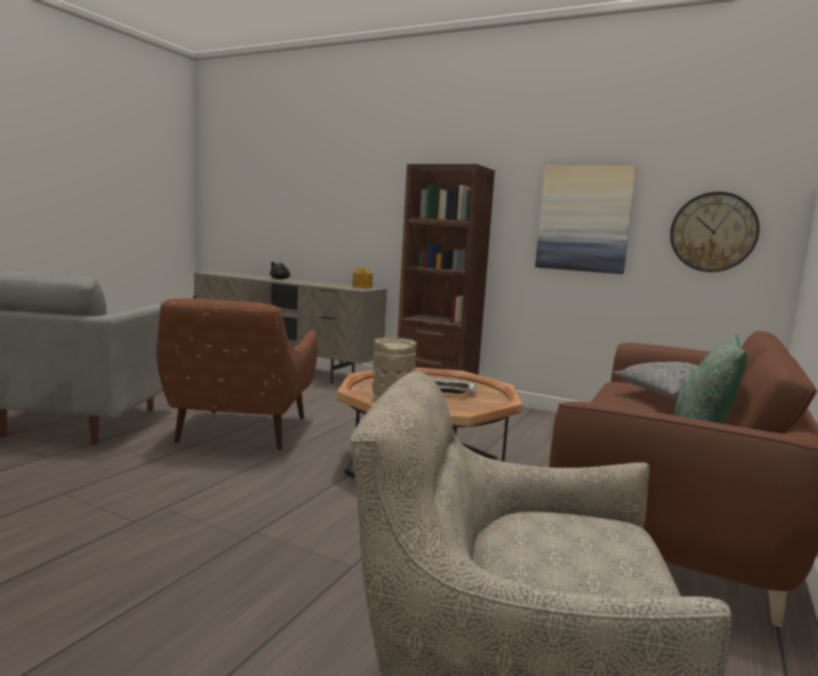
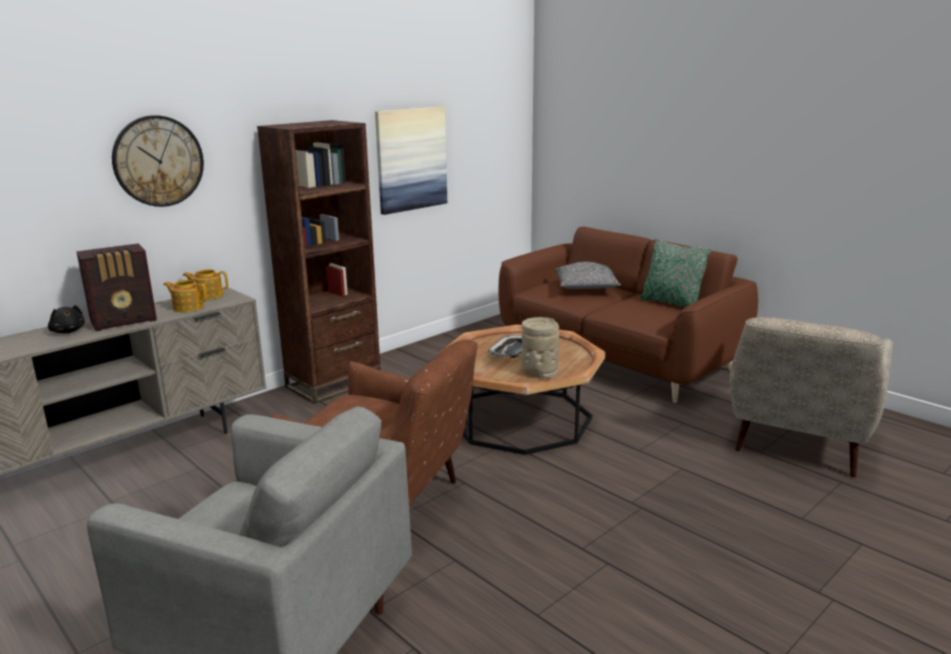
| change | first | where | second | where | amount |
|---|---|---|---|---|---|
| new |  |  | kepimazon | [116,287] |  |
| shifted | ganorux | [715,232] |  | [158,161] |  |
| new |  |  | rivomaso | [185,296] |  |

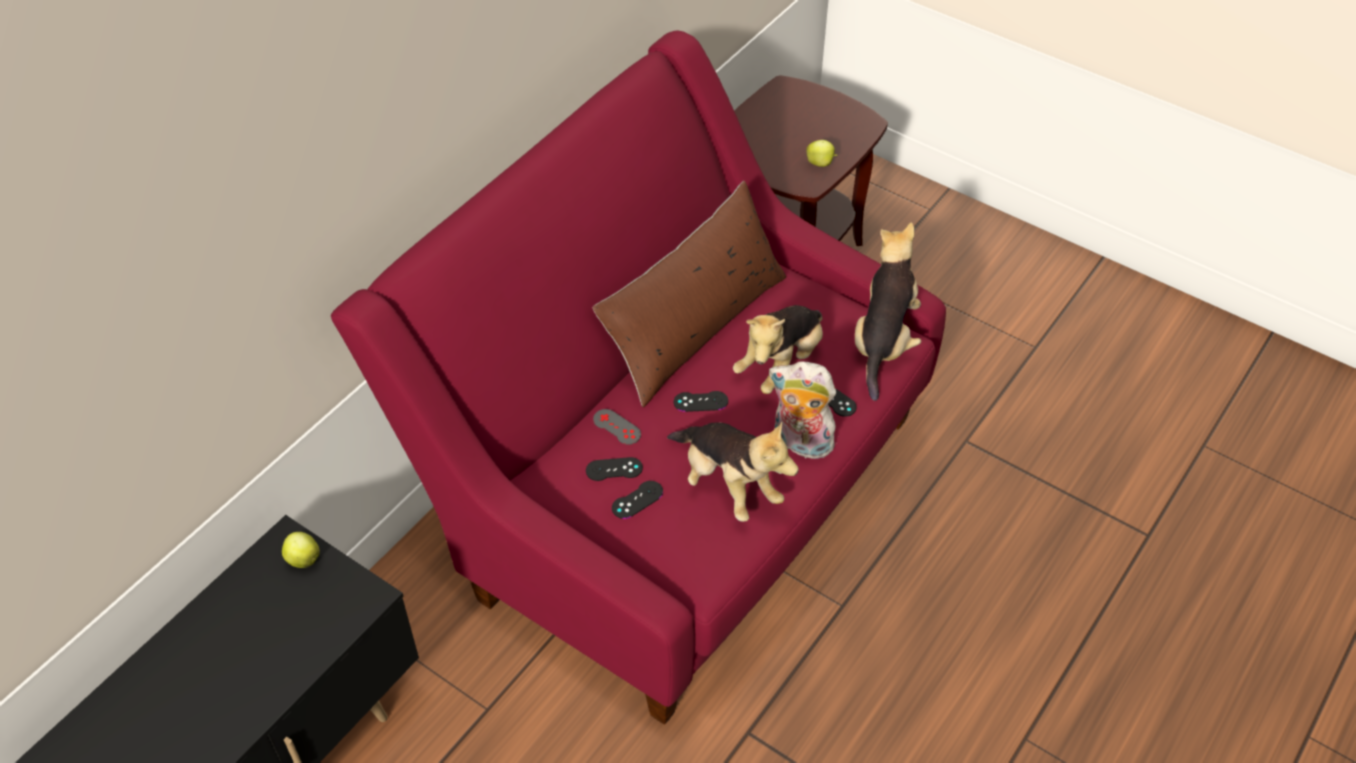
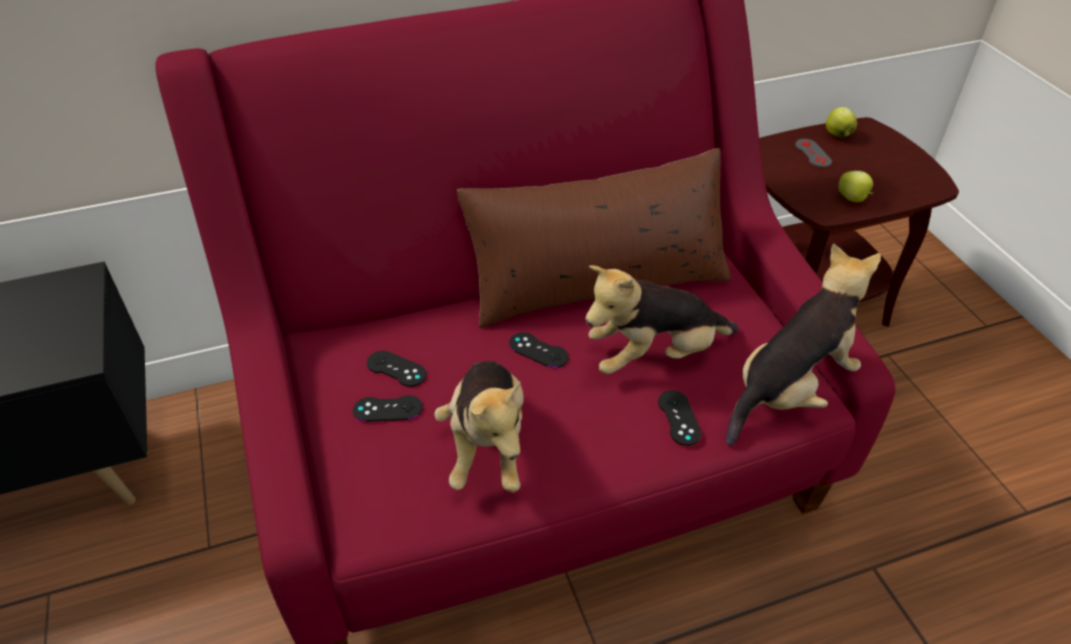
| change | first | where | second | where | amount |
|---|---|---|---|---|---|
| shifted | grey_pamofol | [617,427] |  | [813,153] |  |
| shifted | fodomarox | [301,550] |  | [841,122] |  |
| gone | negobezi | [804,411] |  |  |  |

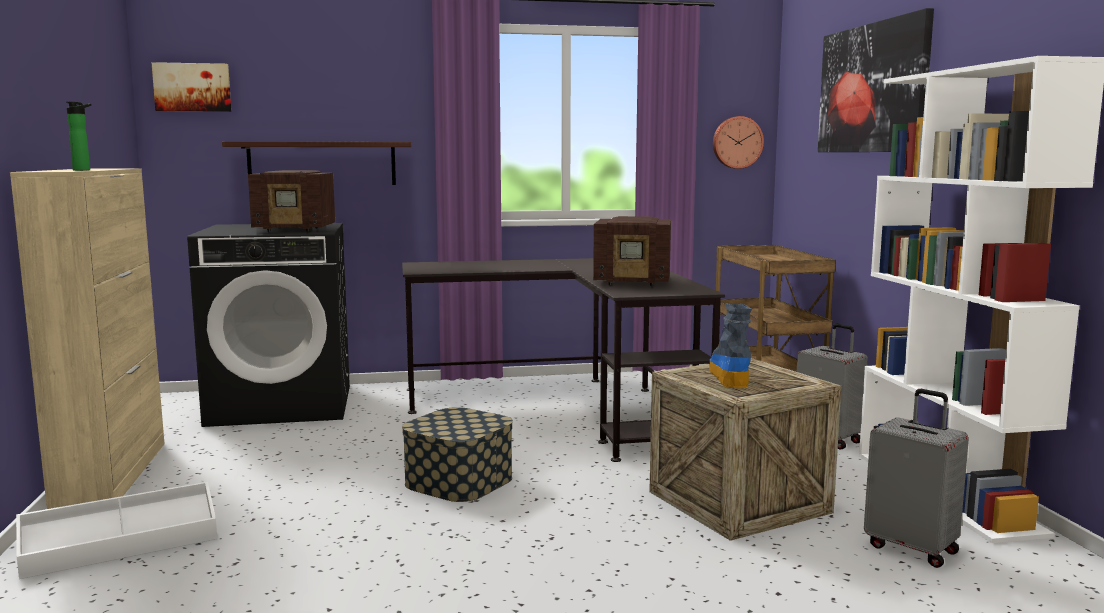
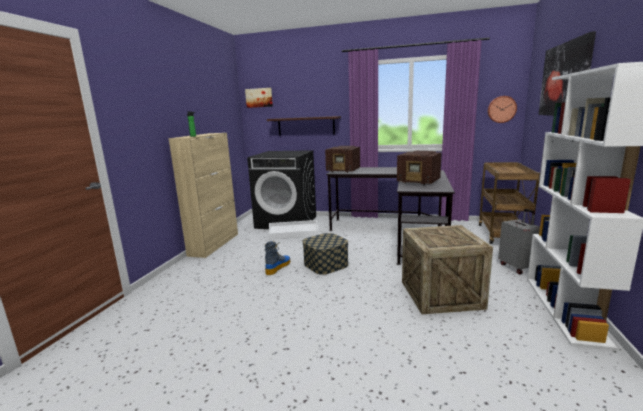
| change | first | where | second | where | amount |
|---|---|---|---|---|---|
| shifted | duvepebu | [730,346] |  | [277,258] |  |
| shifted | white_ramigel | [116,530] |  | [293,230] |  |
| shifted | kepimazon | [291,201] |  | [342,159] |  |
| gone | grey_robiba | [916,478] |  |  |  |

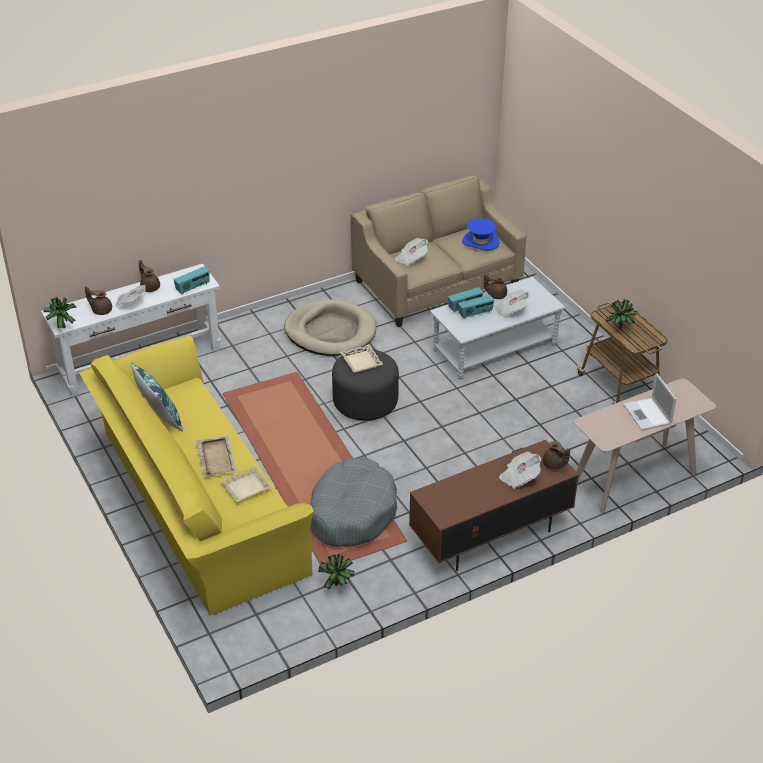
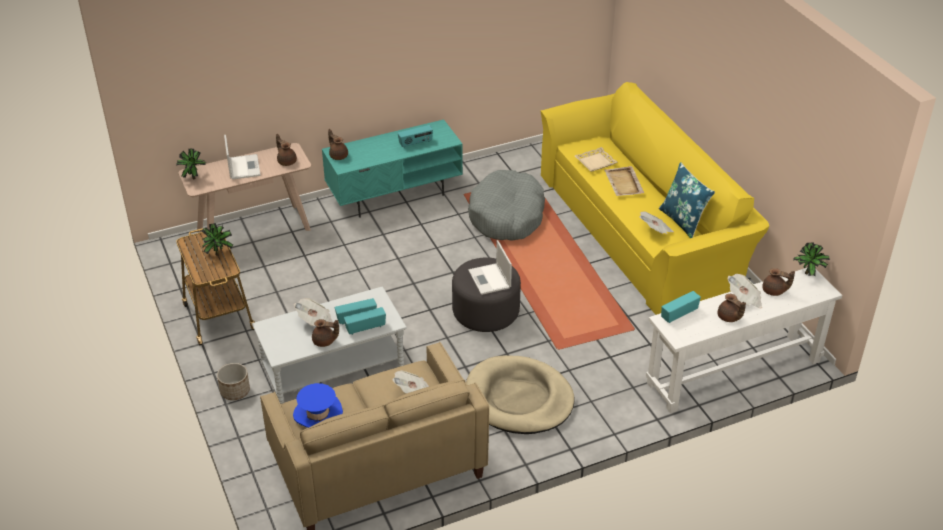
| change | first | where | second | where | amount |
|---|---|---|---|---|---|
| shifted | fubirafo | [336,572] |  | [191,164] |  |
| new |  |  | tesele | [233,381] |  |
| new |  |  | brown_rivomaso | [286,150] |  |
| repainted | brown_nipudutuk | [494,505] | turquoise_nipudutuk | [392,168] |  |
| new |  |  | kepimazon | [415,136] |  |
| swapped | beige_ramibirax | [361,358] | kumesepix | [490,267] |  |
| shifted | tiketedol | [520,470] |  | [656,222] |  |

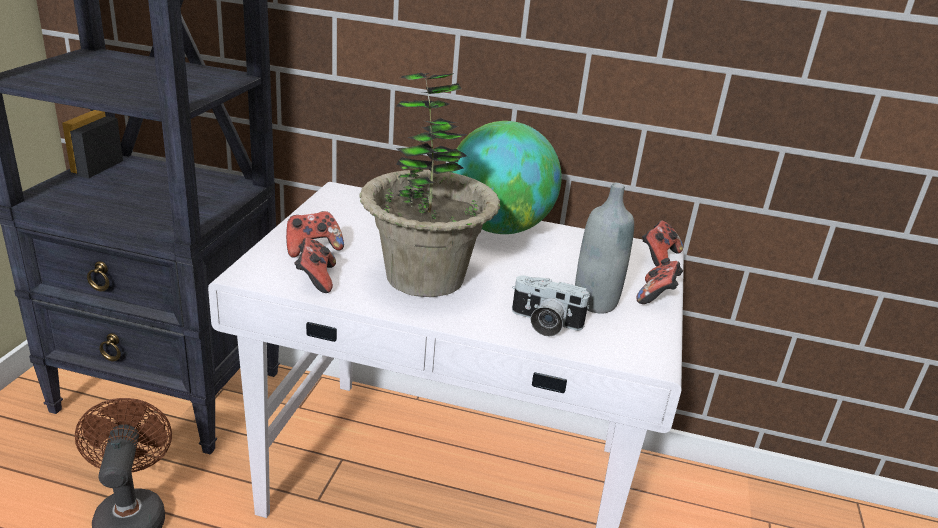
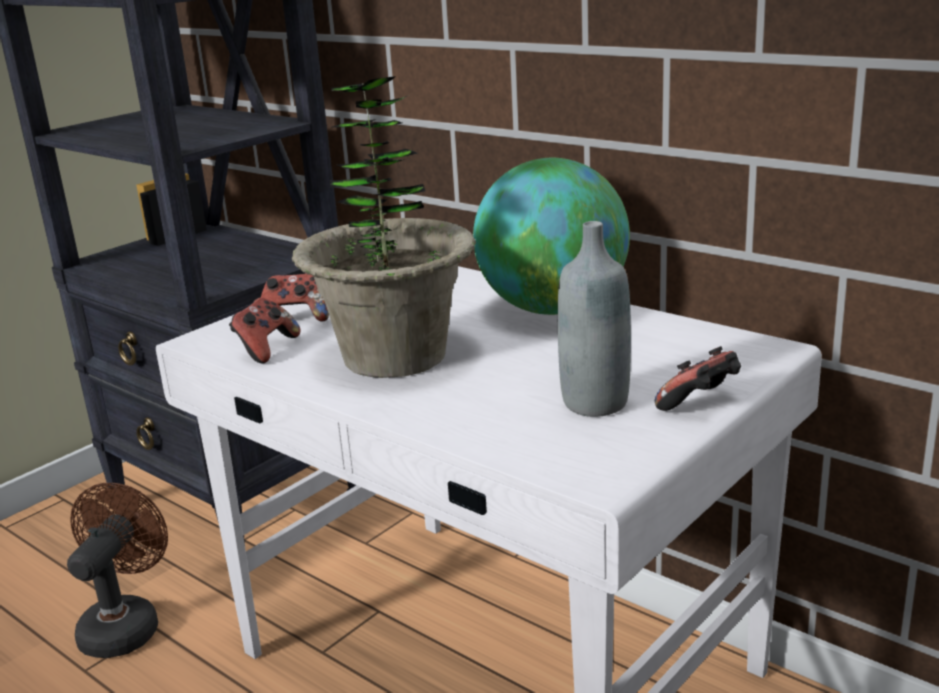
| change | first | where | second | where | amount |
|---|---|---|---|---|---|
| gone | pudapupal | [551,306] |  |  |  |
| gone | pamofol | [662,244] |  |  |  |

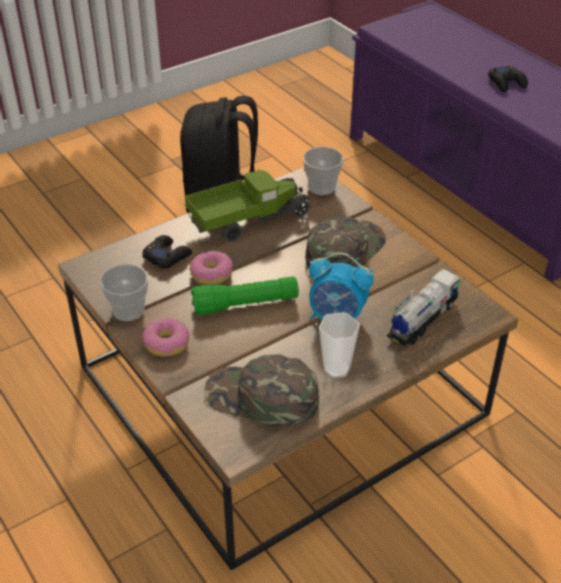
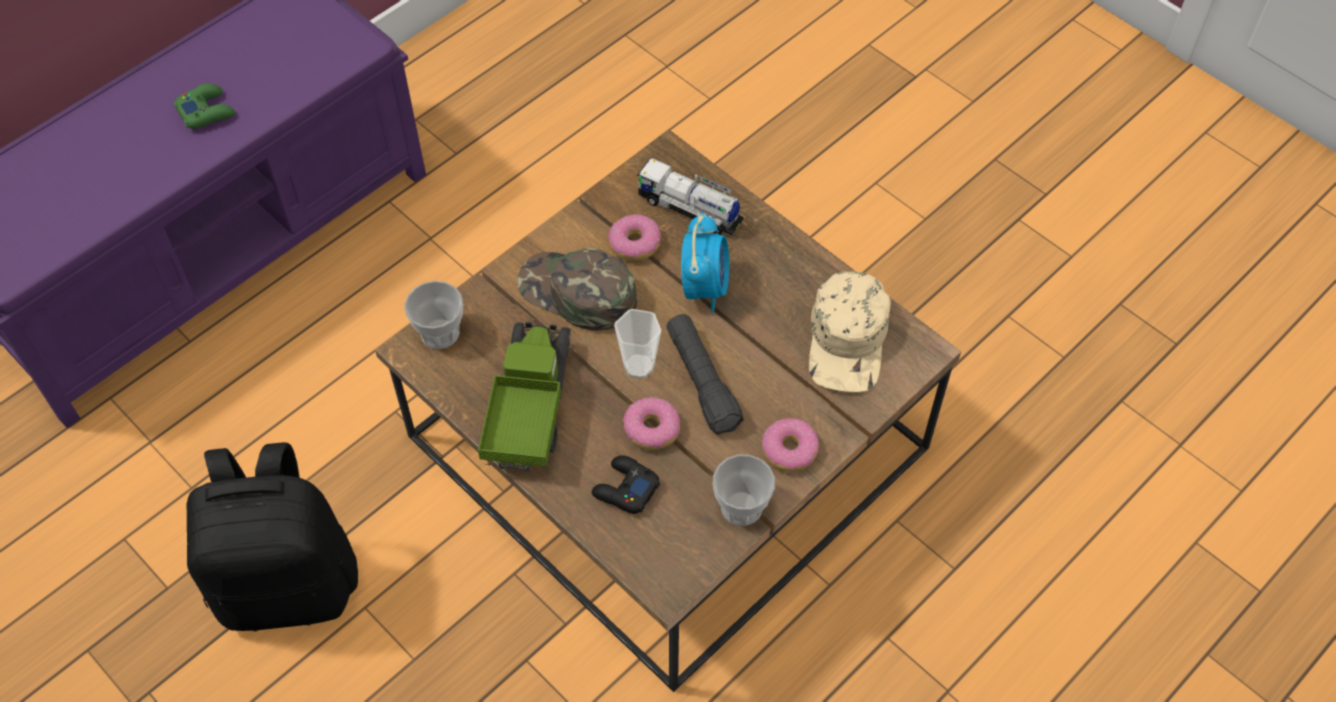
| change | first | where | second | where | amount |
|---|---|---|---|---|---|
| repainted | black_pamofol | [508,79] | green_pamofol | [204,106] |  |
| rotated | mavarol | [248,205] |  | [524,397] | 45 degrees clockwise |
| new |  |  | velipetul | [634,237] |  |
| shifted | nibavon | [339,345] |  | [637,344] |  |
| repainted | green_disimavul | [245,295] | black_disimavul | [705,374] |  |
| repainted | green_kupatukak | [261,391] | beige_kupatukak | [850,332] |  |

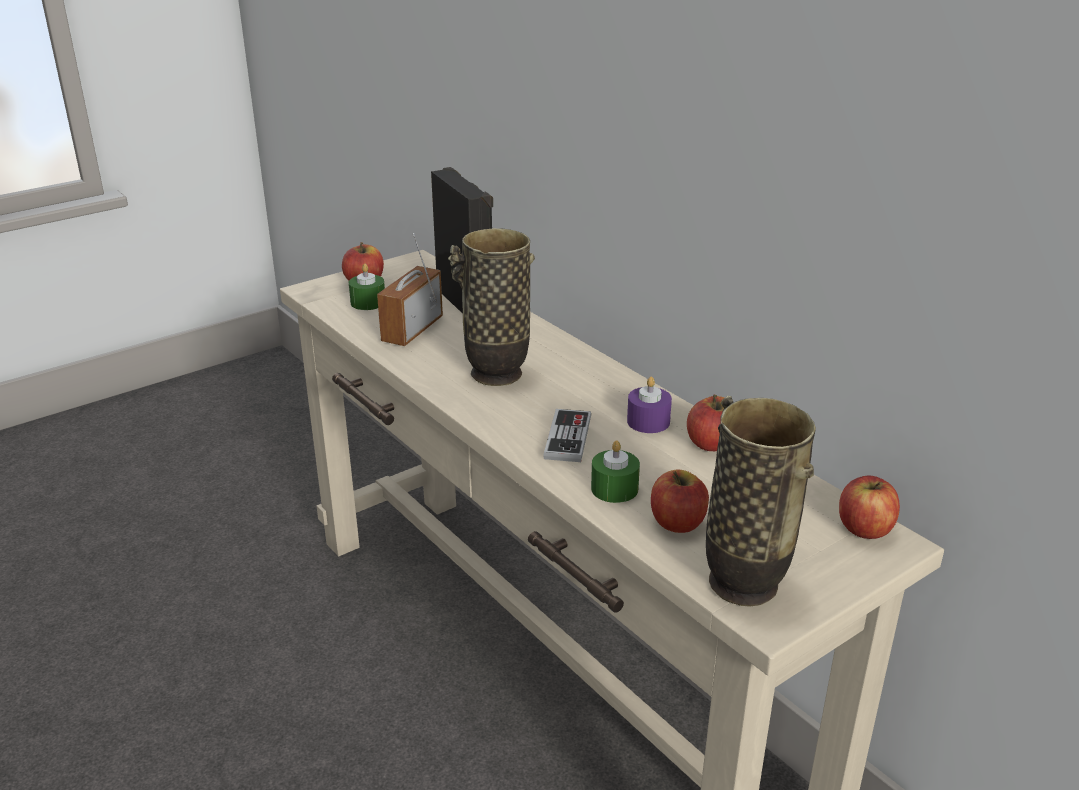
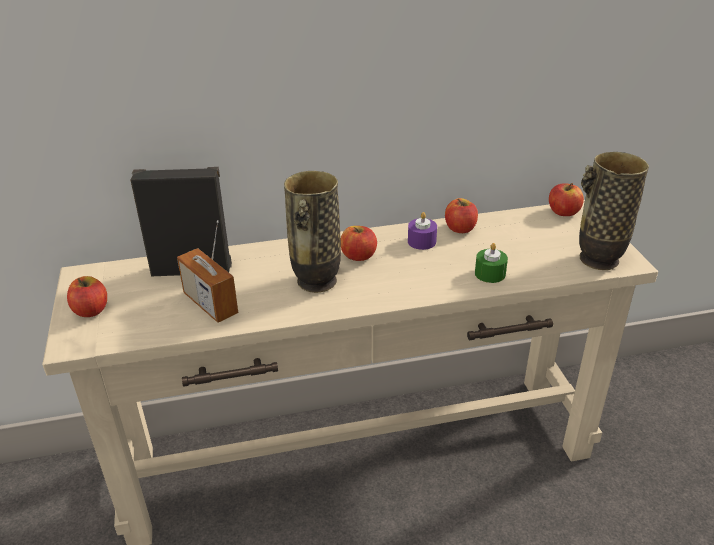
| change | first | where | second | where | amount |
|---|---|---|---|---|---|
| shifted | fodomarox | [680,501] |  | [359,243] |  |
| gone | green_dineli | [367,287] |  |  |  |
| gone | pamofol | [567,435] |  |  |  |

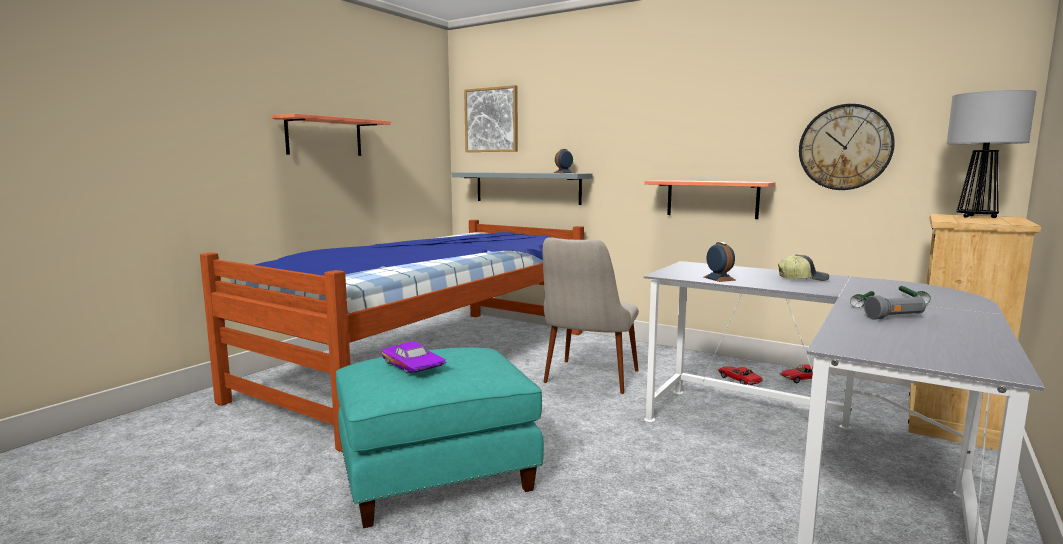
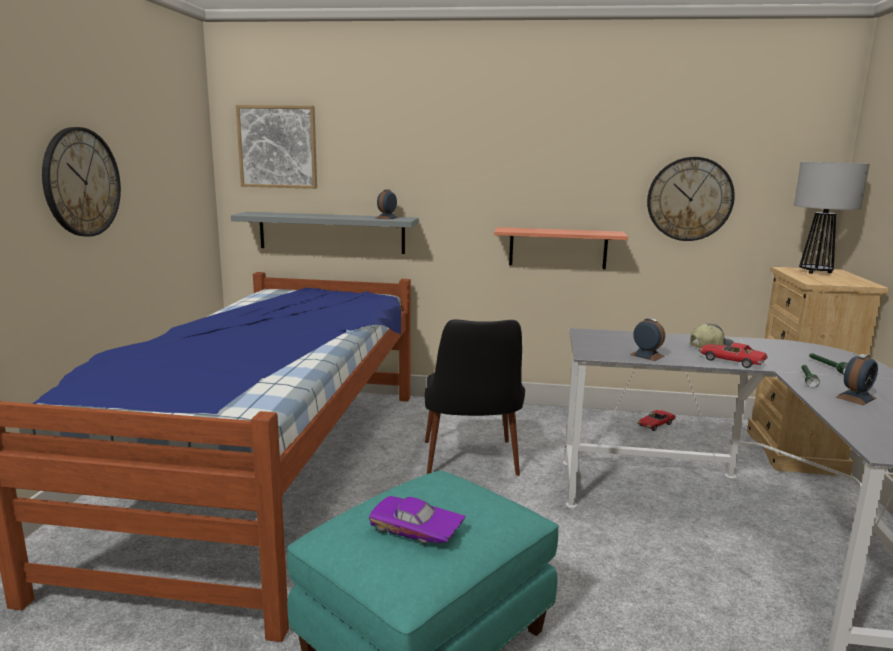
| change | first | where | second | where | amount |
|---|---|---|---|---|---|
| swapped | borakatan | [331,134] | ganorux | [81,182] |  |
| repainted | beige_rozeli | [591,315] | black_rozeli | [474,398] |  |
| shifted | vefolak | [740,375] |  | [733,355] |  |
| swapped | grey_disimavul | [895,307] | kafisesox | [857,379] |  |

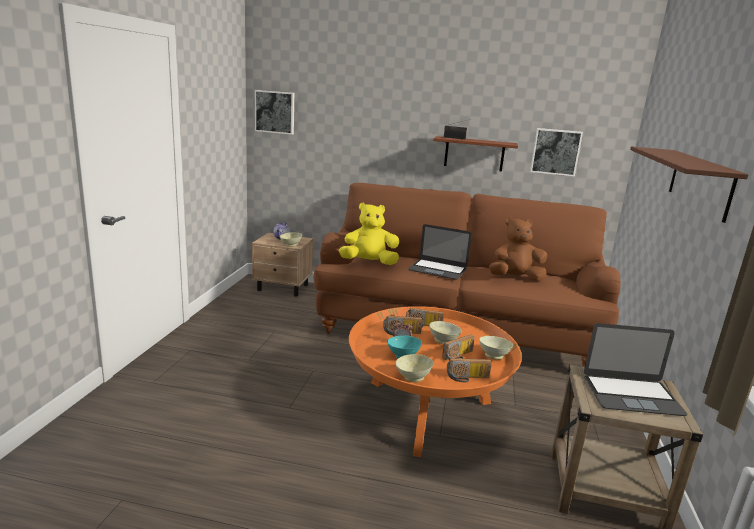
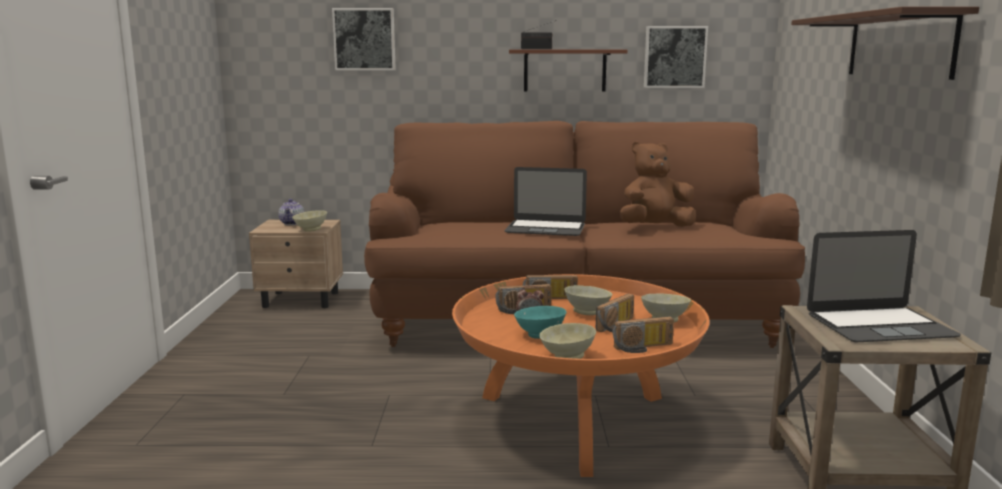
| change | first | where | second | where | amount |
|---|---|---|---|---|---|
| shifted | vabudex | [274,112] |  | [364,39] |  |
| gone | yellow_negobezi | [369,233] |  |  |  |

